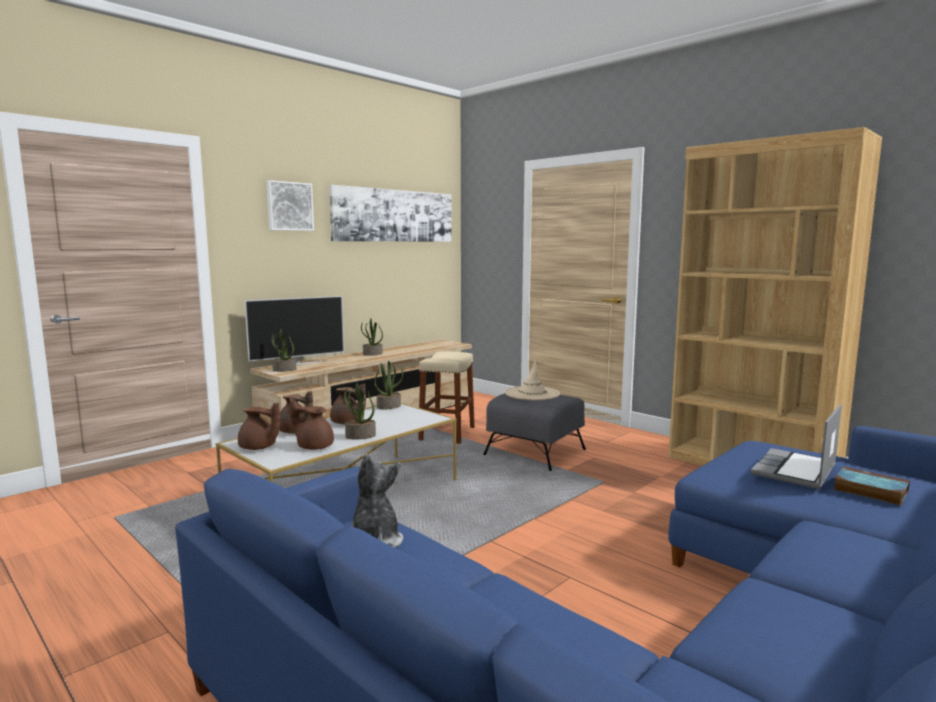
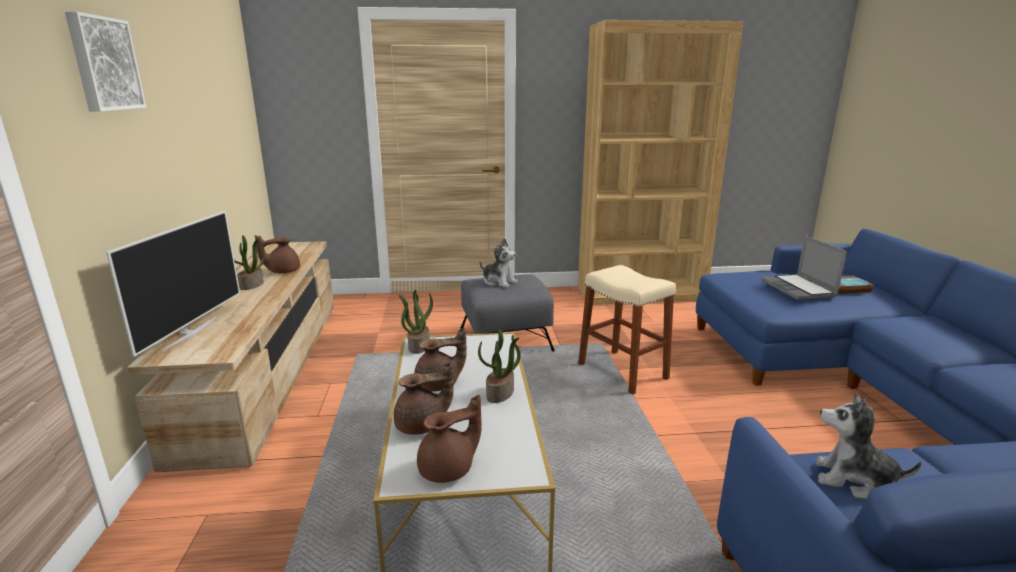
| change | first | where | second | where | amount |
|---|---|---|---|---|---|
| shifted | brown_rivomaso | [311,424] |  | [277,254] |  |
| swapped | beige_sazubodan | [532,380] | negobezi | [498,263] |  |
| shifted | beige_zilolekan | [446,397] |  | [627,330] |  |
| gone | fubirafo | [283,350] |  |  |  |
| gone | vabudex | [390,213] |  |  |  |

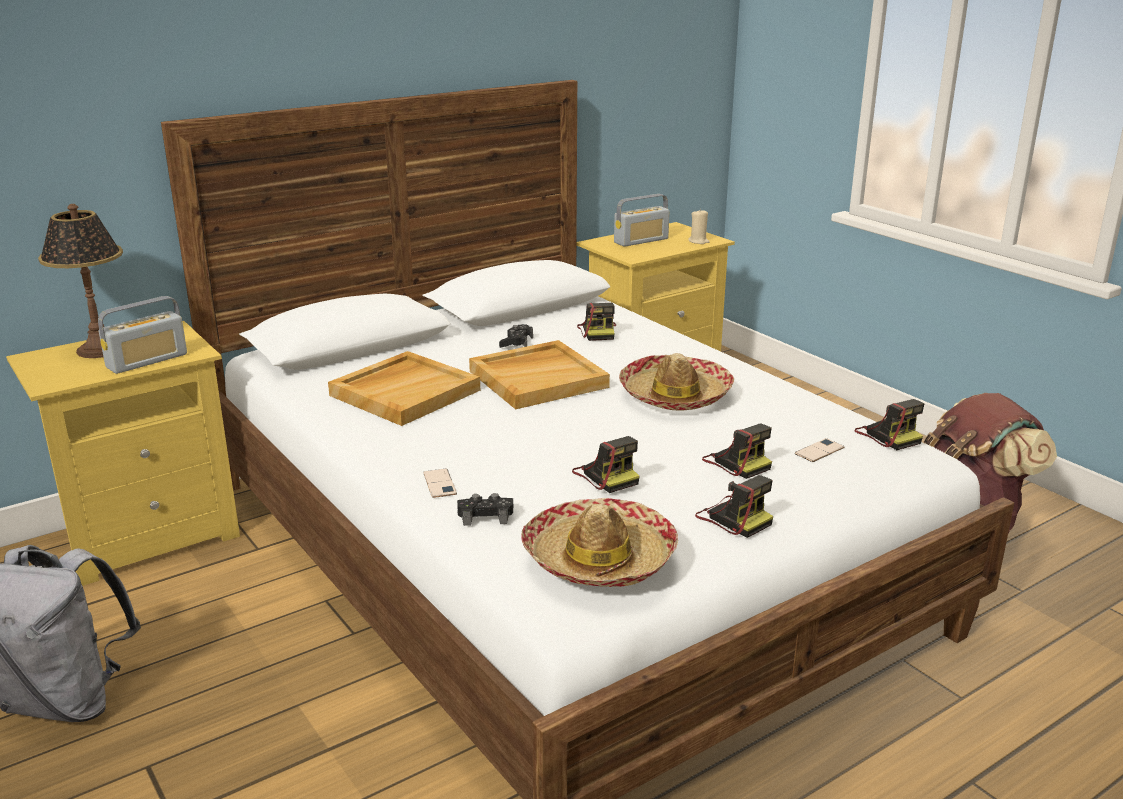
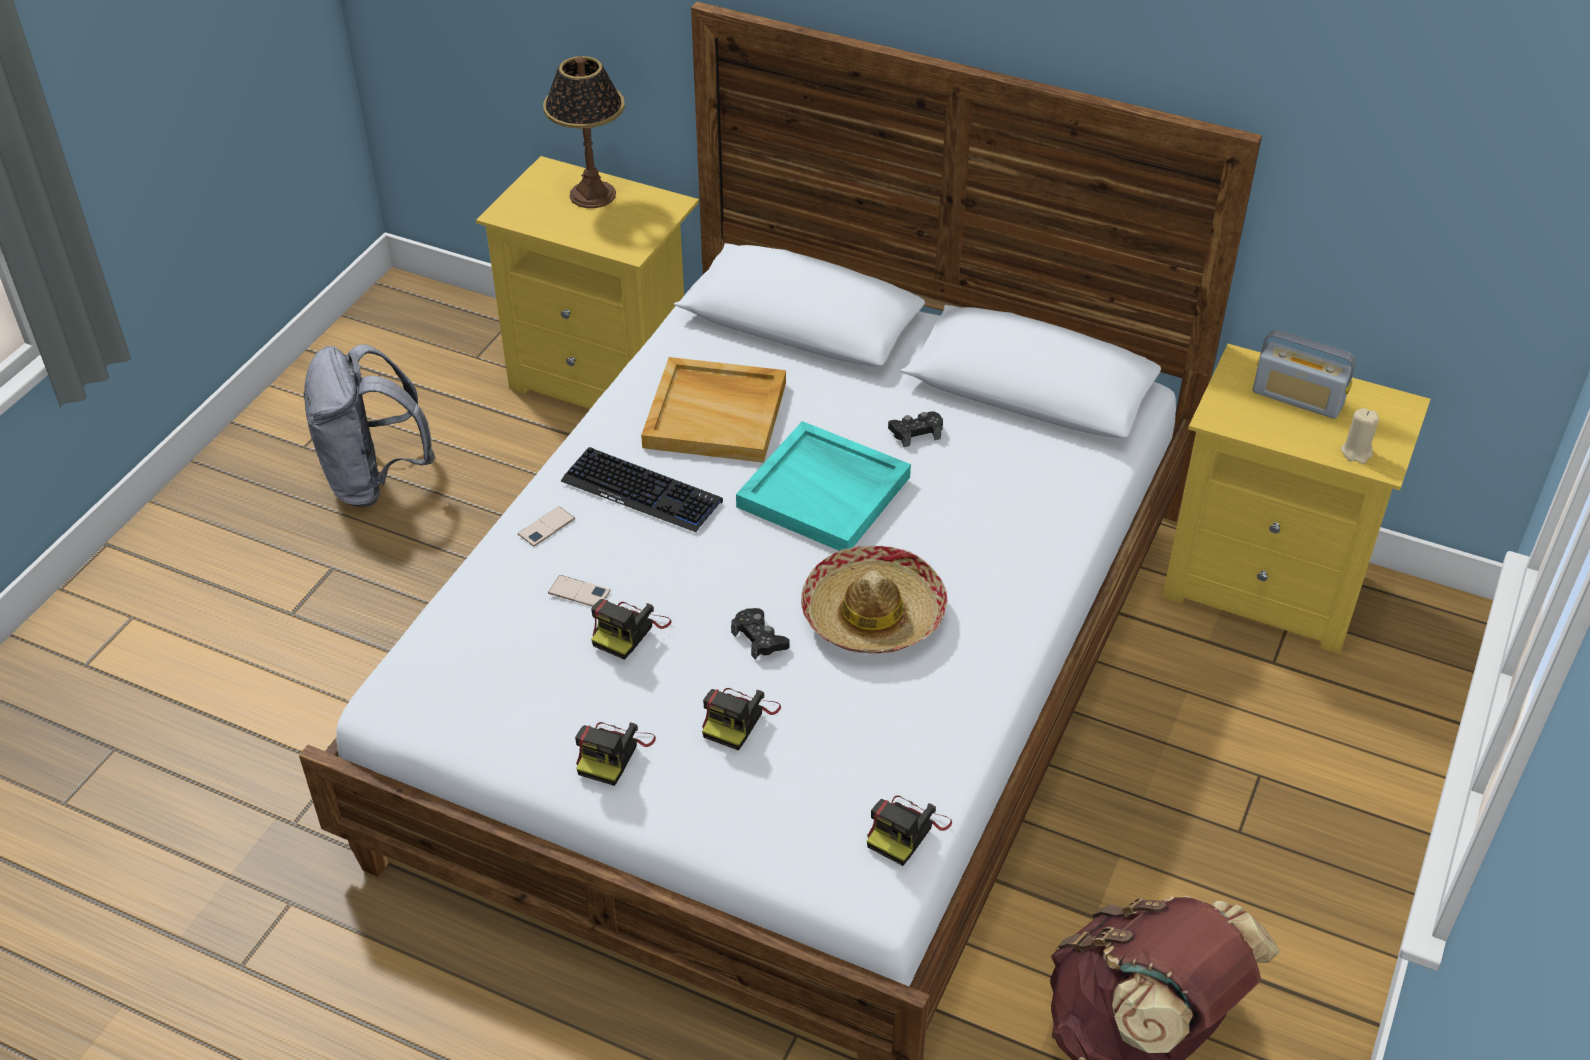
| change | first | where | second | where | amount |
|---|---|---|---|---|---|
| shifted | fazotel | [819,450] |  | [579,590] |  |
| new |  |  | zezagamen | [642,490] |  |
| shifted | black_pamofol | [485,509] |  | [760,634] |  |
| repainted | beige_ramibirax | [539,374] | turquoise_ramibirax | [823,486] |  |
| gone | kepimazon | [142,335] |  |  |  |
| gone | sazubodan | [599,542] |  |  |  |
| gone | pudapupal | [596,322] |  |  |  |

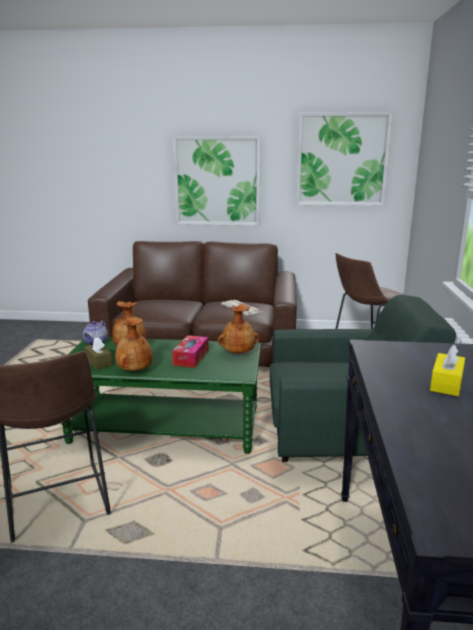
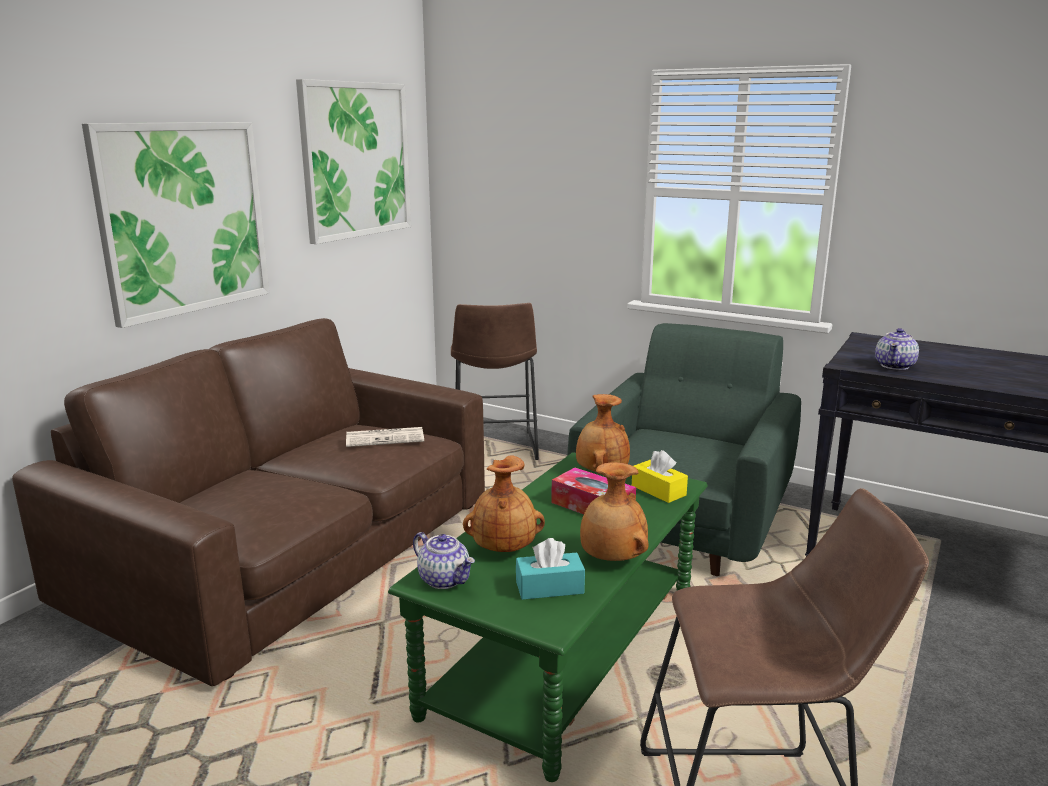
| change | first | where | second | where | amount |
|---|---|---|---|---|---|
| repainted | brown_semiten | [98,353] | turquoise_semiten | [550,569] |  |
| shifted | yellow_semiten | [447,370] |  | [660,476] |  |
| new |  |  | rivomaso | [897,349] |  |

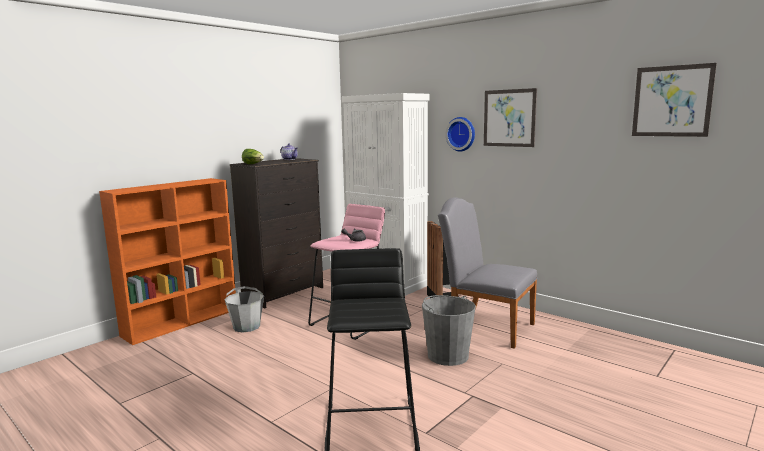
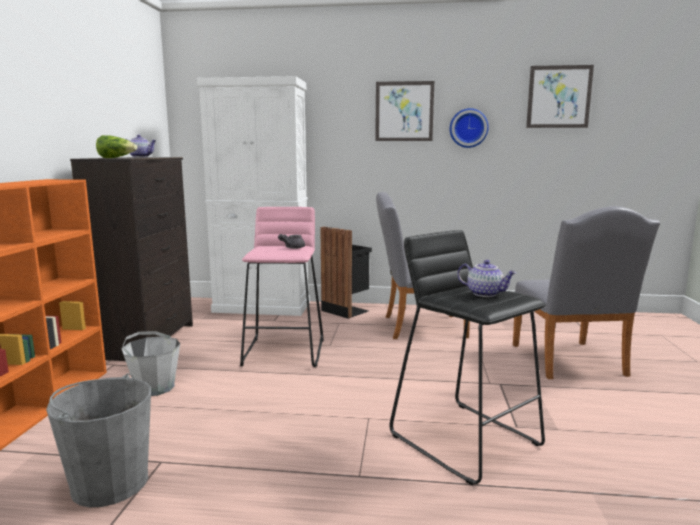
| change | first | where | second | where | amount |
|---|---|---|---|---|---|
| shifted | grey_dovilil | [449,330] |  | [98,440] |  |
| shifted | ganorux | [460,134] |  | [469,128] |  |
| new |  |  | rivomaso | [486,278] |  |
| new |  |  | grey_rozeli | [586,292] |  |

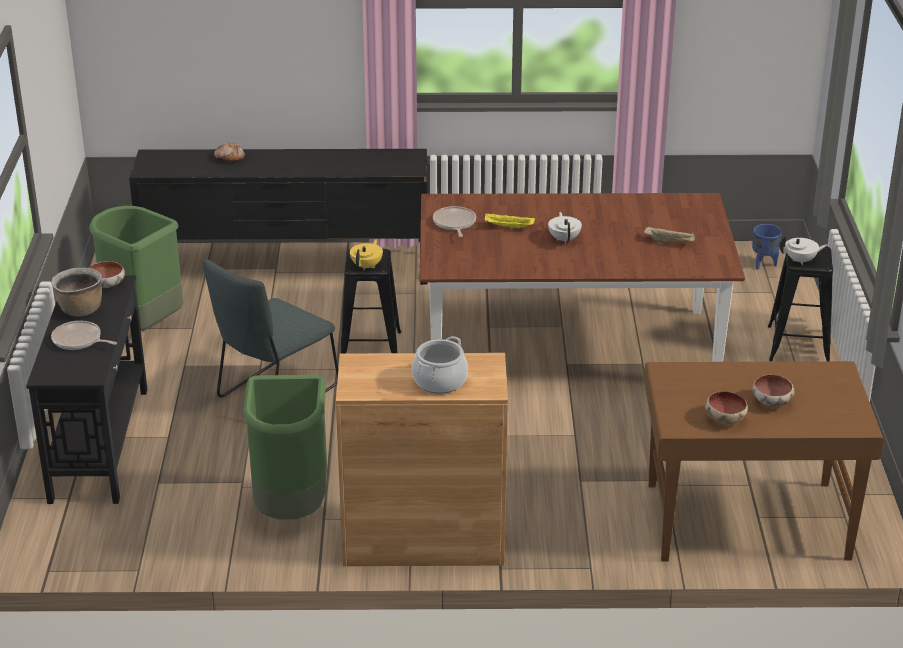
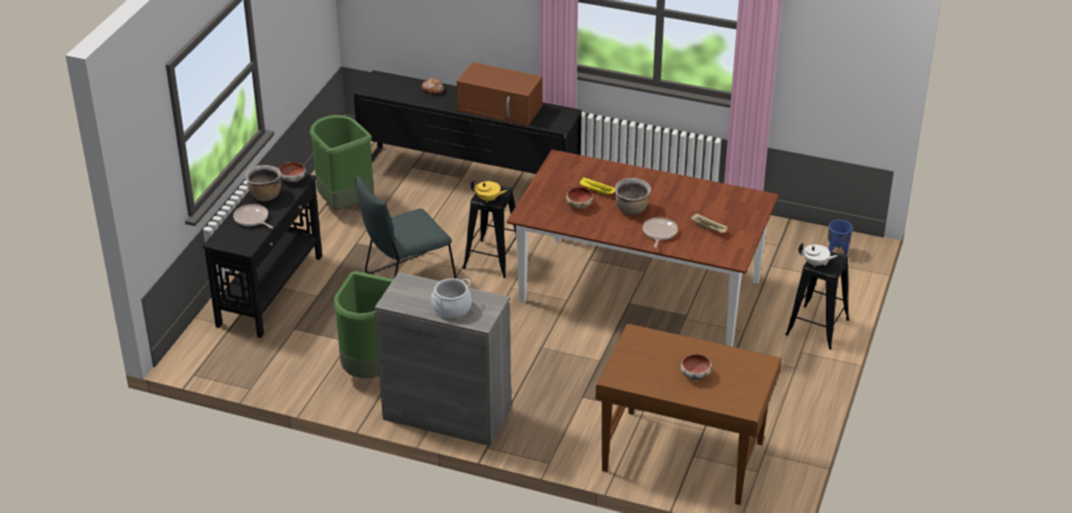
| change | first | where | second | where | amount |
|---|---|---|---|---|---|
| repainted | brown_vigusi | [422,459] | grey_vigusi | [443,359] |  |
| new |  |  | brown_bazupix | [499,94] |  |
| rotated | yellow_rivomaso | [366,254] |  | [489,191] | 60 degrees clockwise |
| shifted | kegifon | [726,407] |  | [579,198] |  |
| swapped | white_rivomaso | [565,228] | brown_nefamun | [633,196] |  |
| shifted | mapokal | [454,221] |  | [660,232] |  |

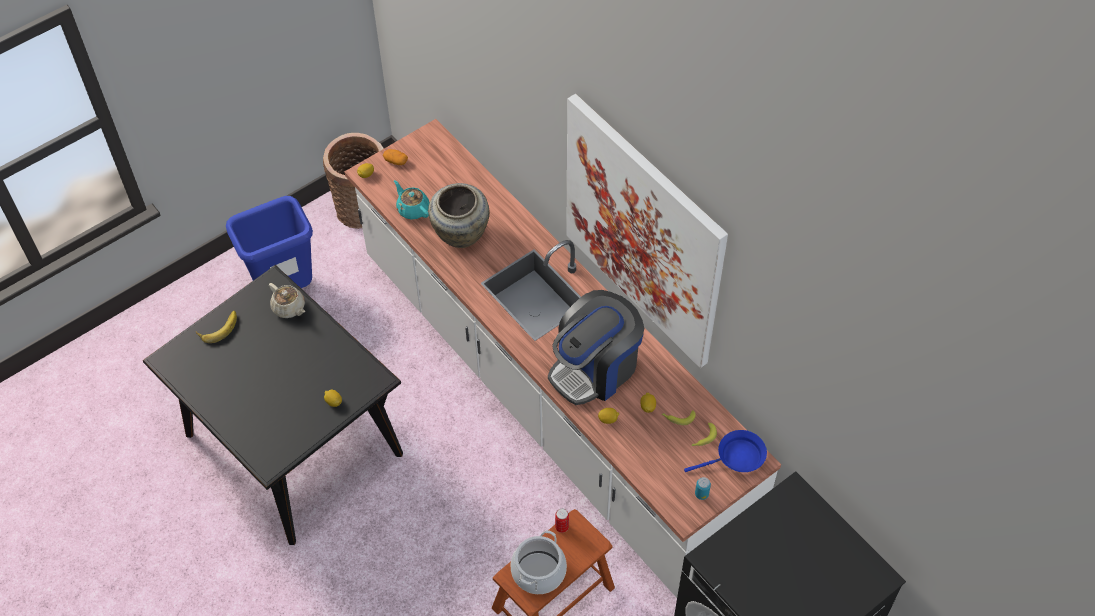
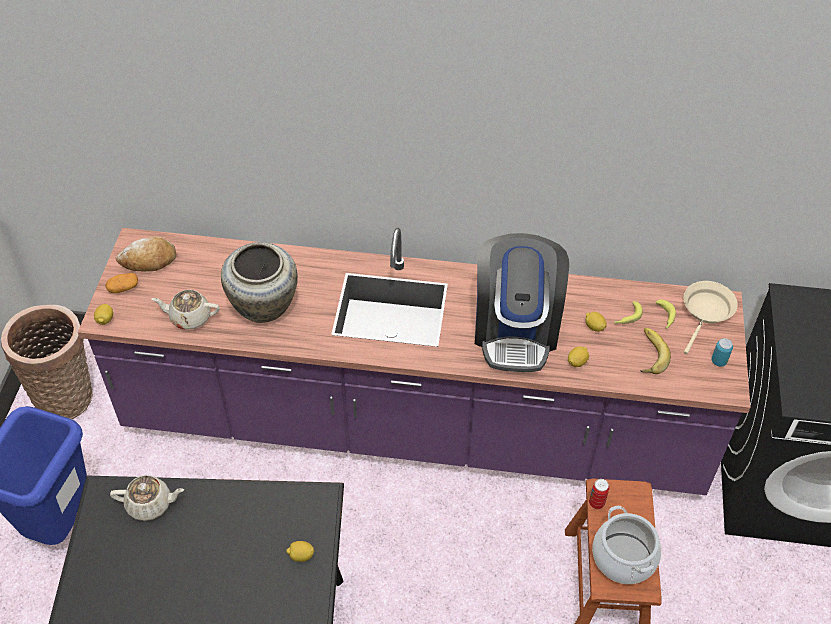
| change | first | where | second | where | amount |
|---|---|---|---|---|---|
| repainted | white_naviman | [563,358] | purple_naviman | [414,361] |  |
| new |  |  | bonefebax | [146,253] |  |
| repainted | turquoise_rivomaso | [411,199] | beige_rivomaso | [186,310] |  |
| shifted | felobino | [216,327] |  | [655,351] |  |
| repainted | blue_mapokal | [725,451] | beige_mapokal | [710,317] |  |
| gone | vabudex | [647,231] |  |  |  |

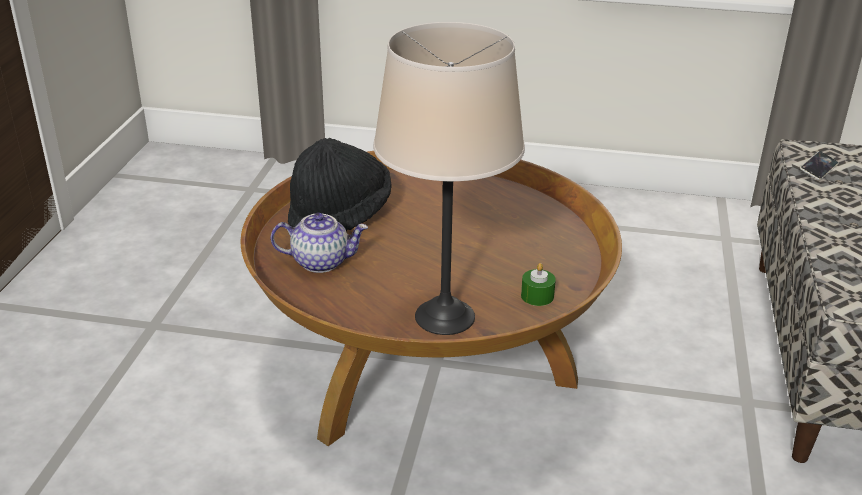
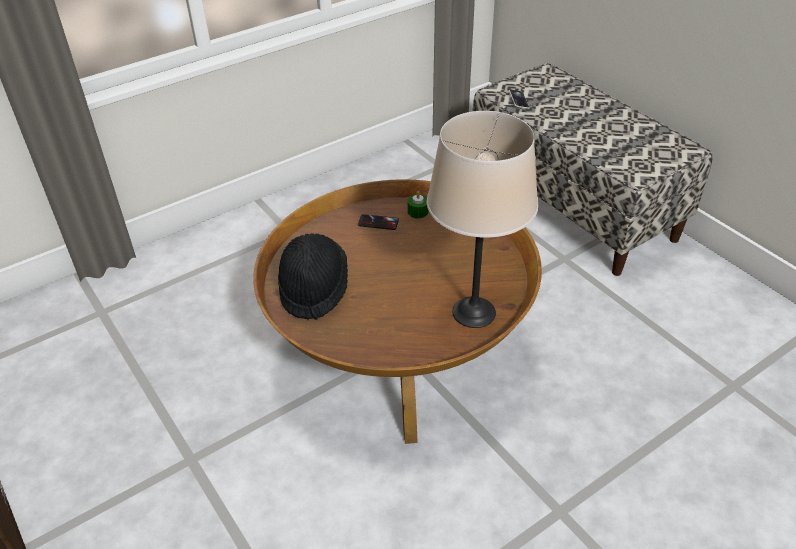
| change | first | where | second | where | amount |
|---|---|---|---|---|---|
| new |  |  | fazotel | [378,222] |  |
| shifted | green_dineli | [538,284] |  | [418,204] |  |
| gone | rivomaso | [319,243] |  |  |  |

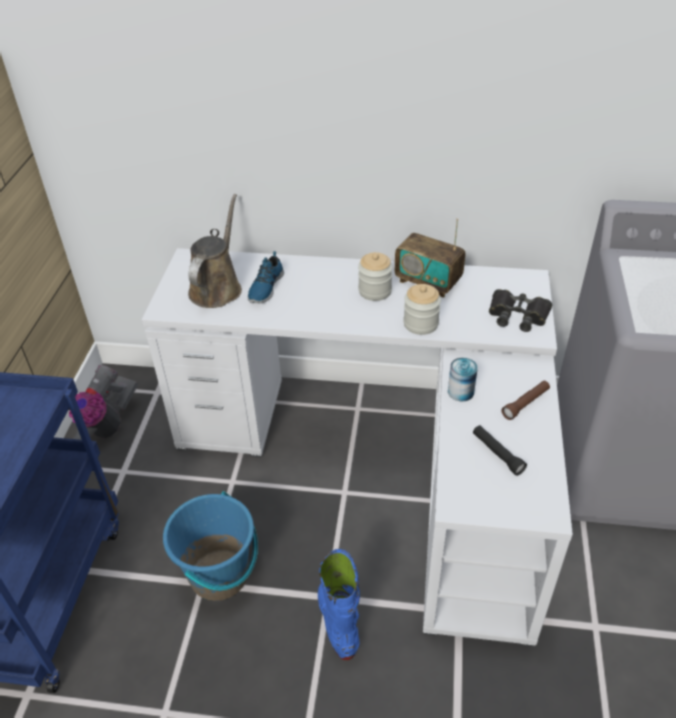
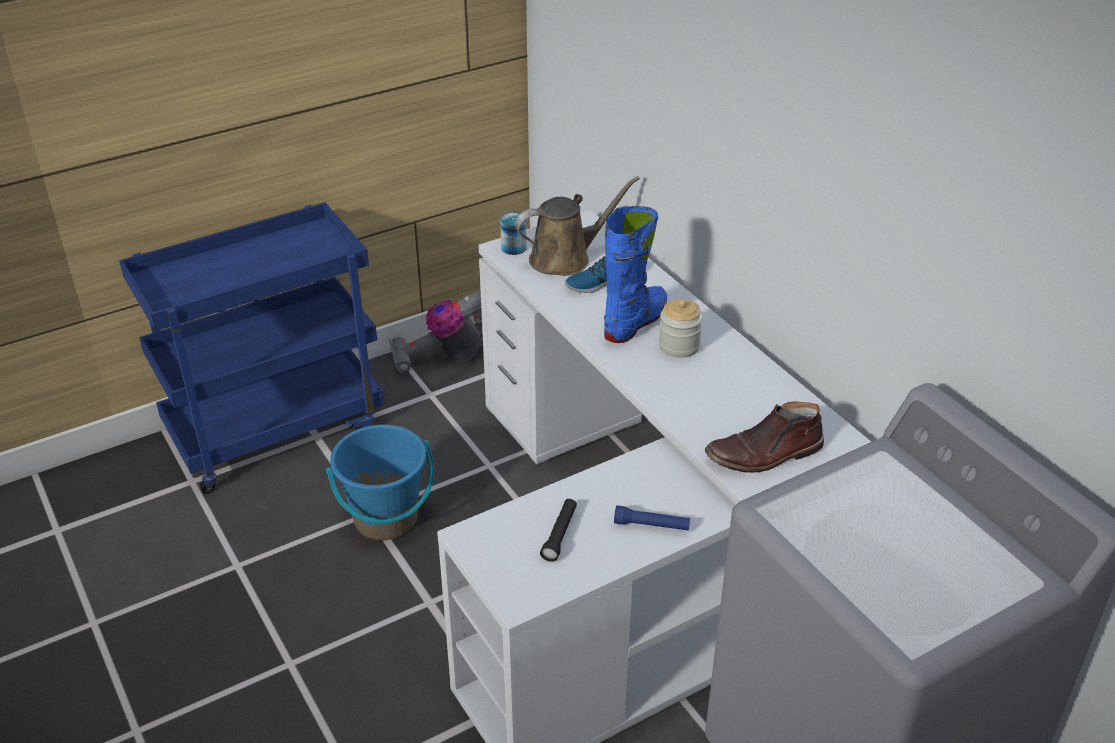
| change | first | where | second | where | amount |
|---|---|---|---|---|---|
| shifted | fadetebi | [463,380] |  | [513,233] |  |
| shifted | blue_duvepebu | [339,604] |  | [635,274] |  |
| repainted | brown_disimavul | [525,400] | blue_disimavul | [652,518] |  |
| swapped | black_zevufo | [520,310] | brown_duvepebu | [764,437] |  |
| gone | kepimazon | [430,258] |  |  |  |
| gone | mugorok | [422,309] |  |  |  |

